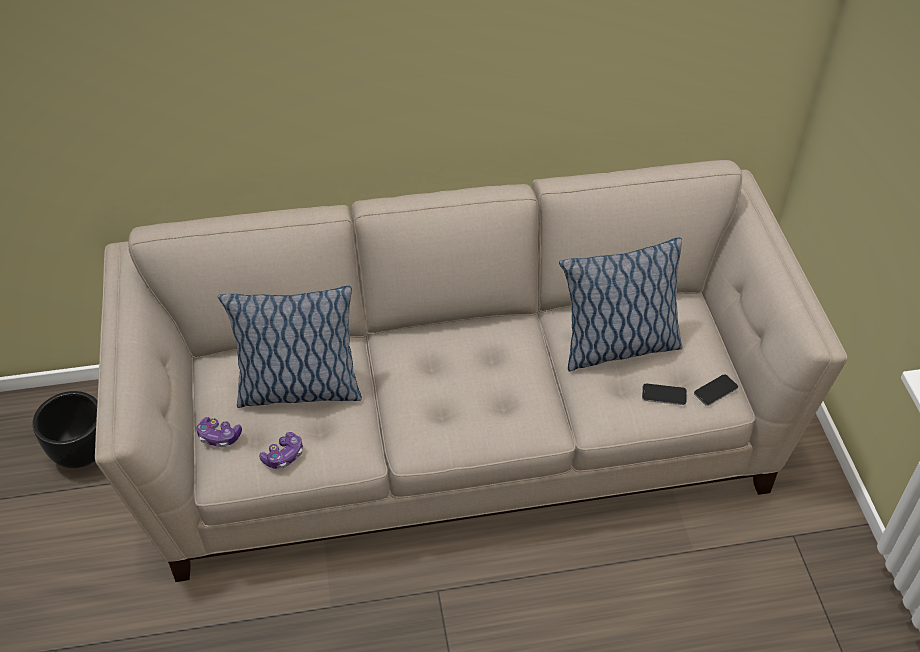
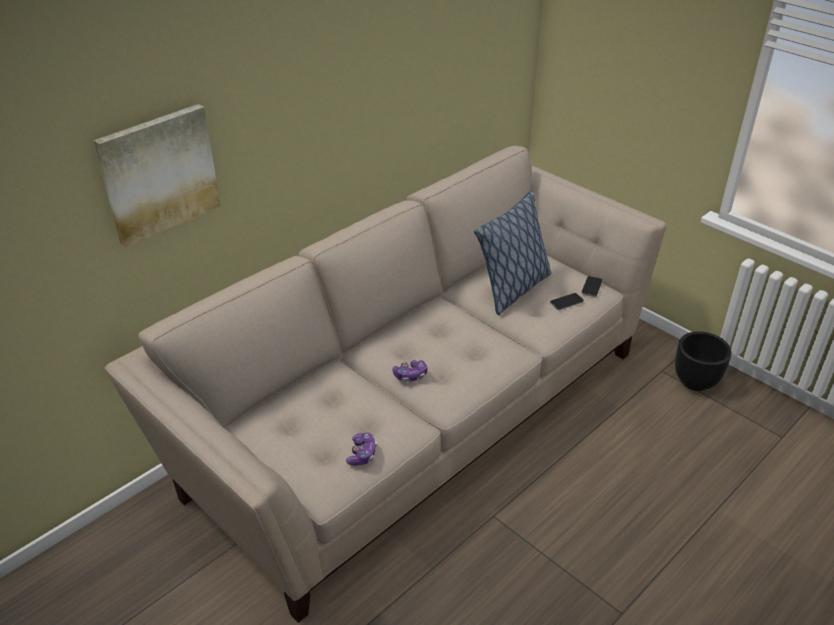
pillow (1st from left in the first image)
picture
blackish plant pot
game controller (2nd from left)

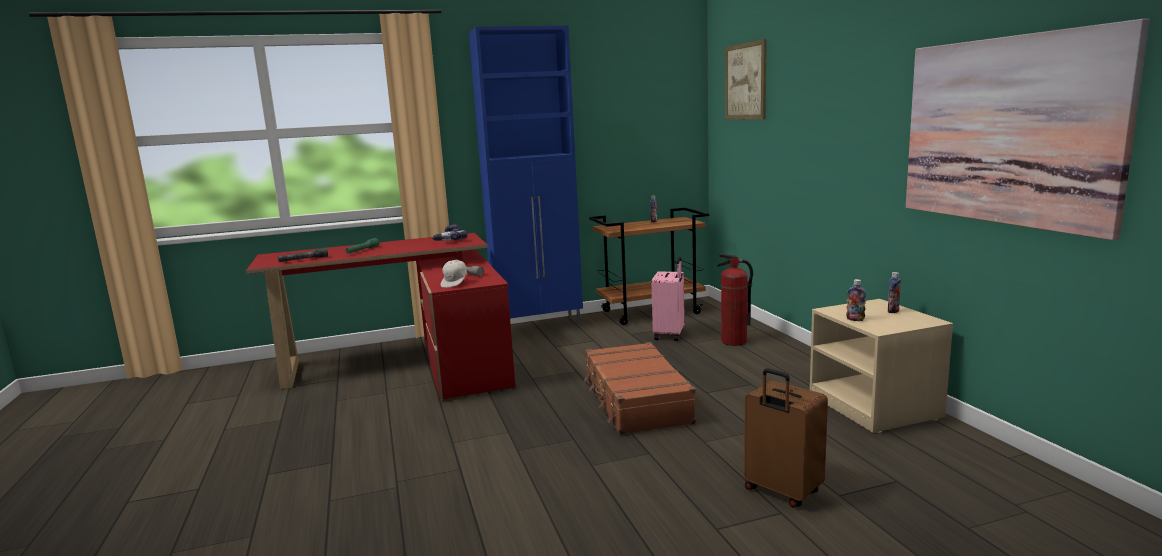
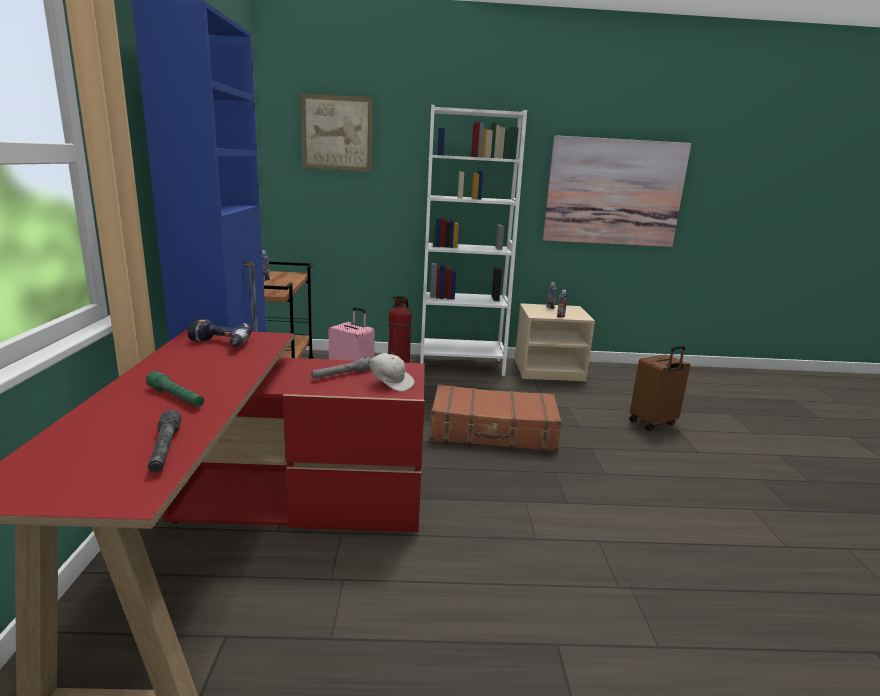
whitish bookshelf

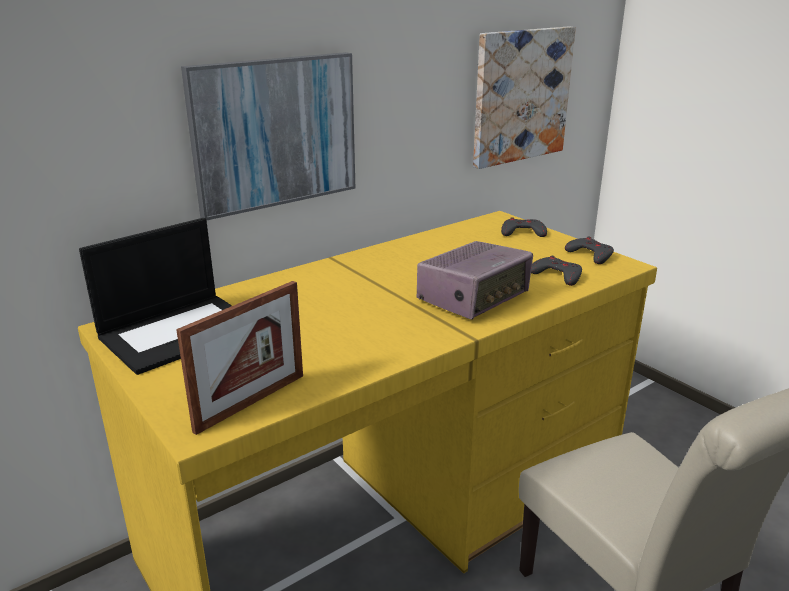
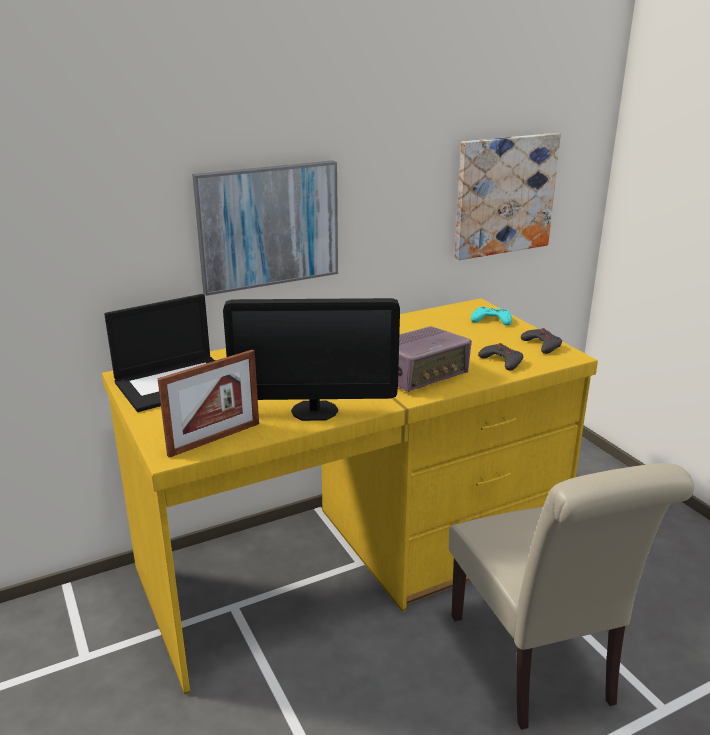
monitor
blue-green game controller

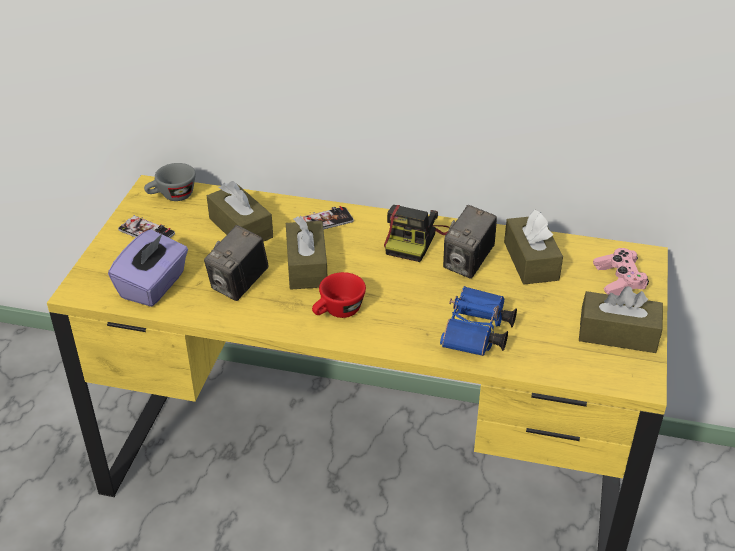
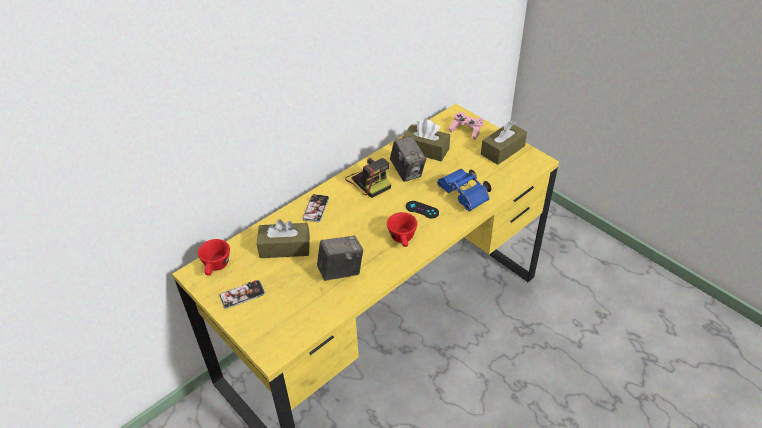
purple tissue holder
brownish tissue holder (2nd from left in the first image)
blackish game controller
red small cup (1st from left)
photo camera (1st from left)

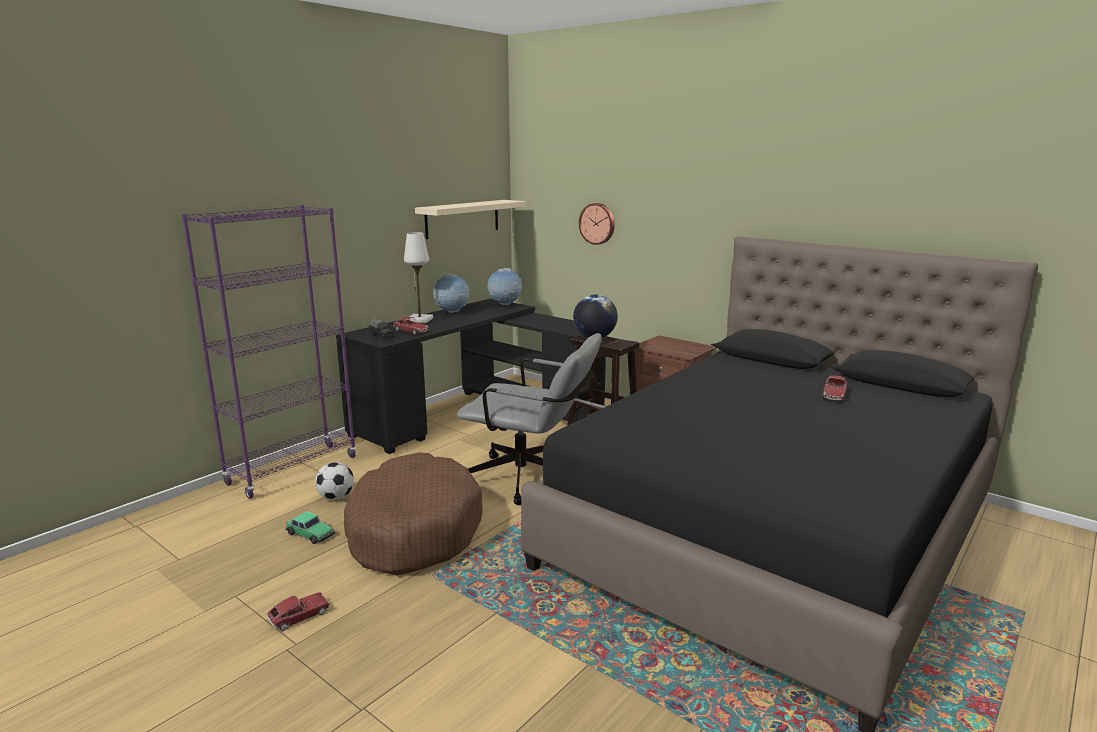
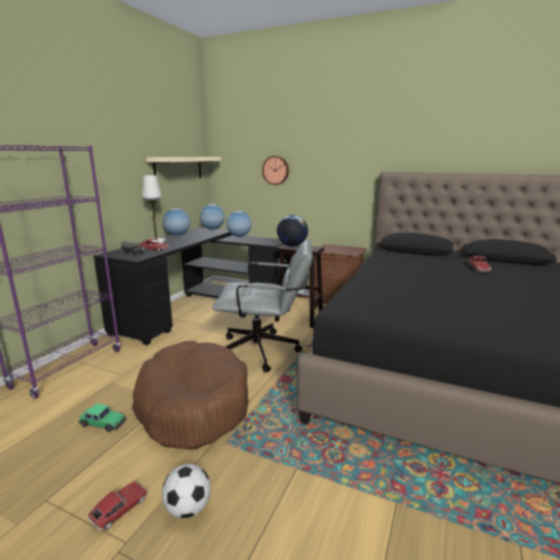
desk globe (3rd from left)
football

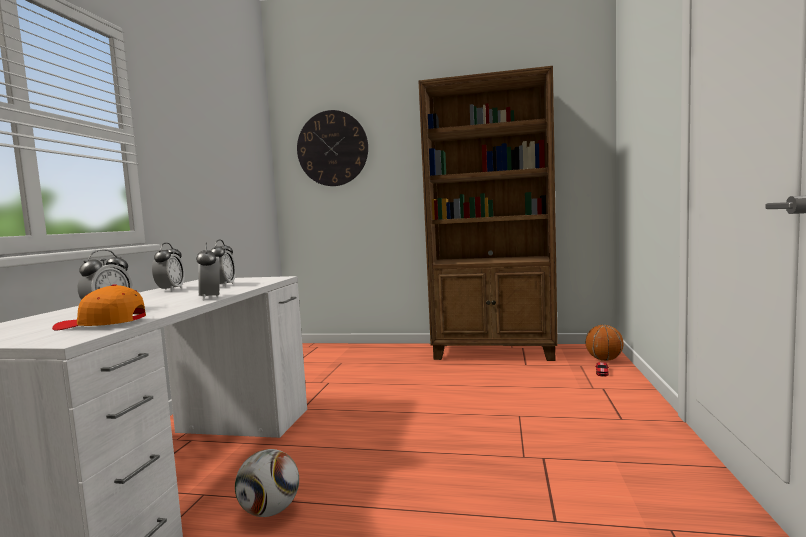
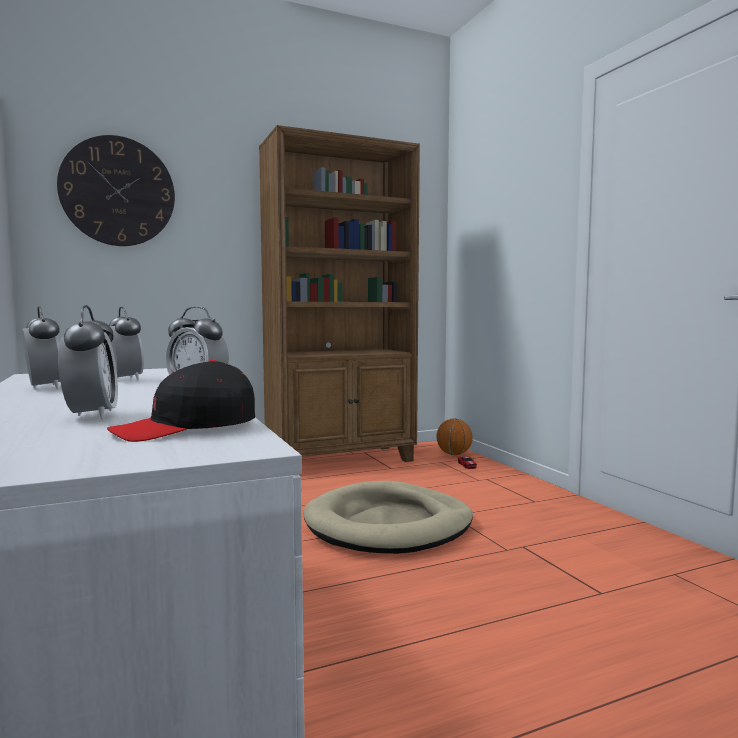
football
sand-coloured dog bed
blackish cap

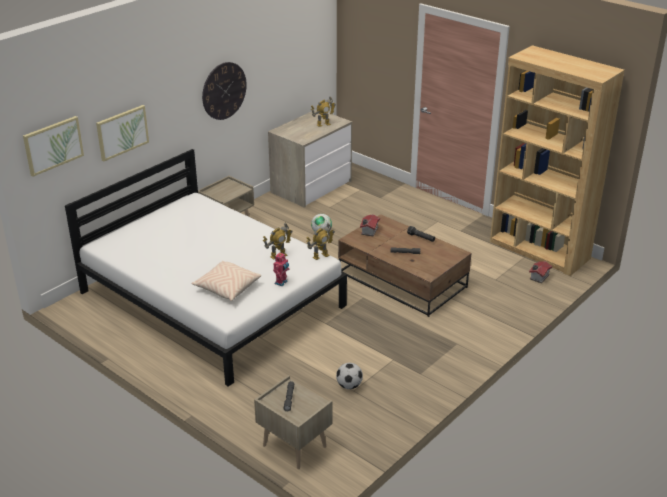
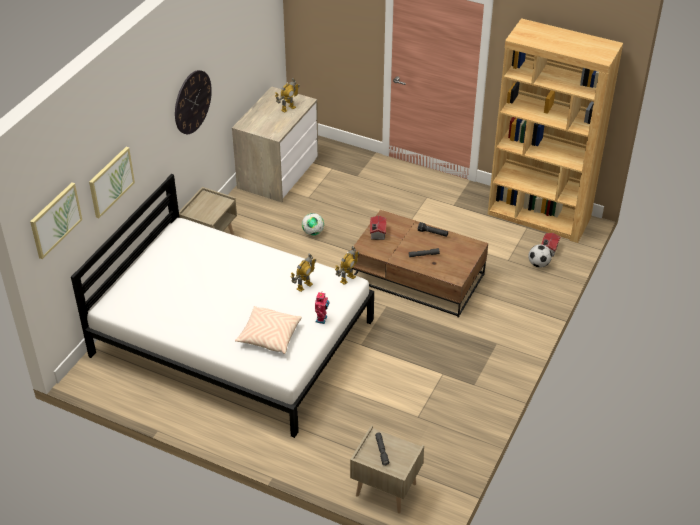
football (2nd from left)

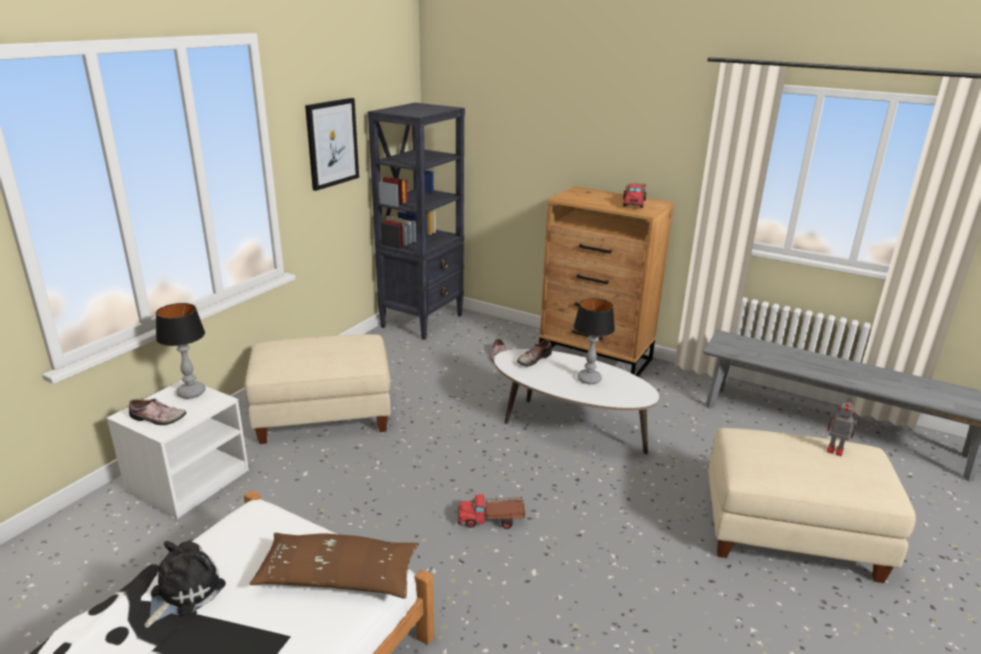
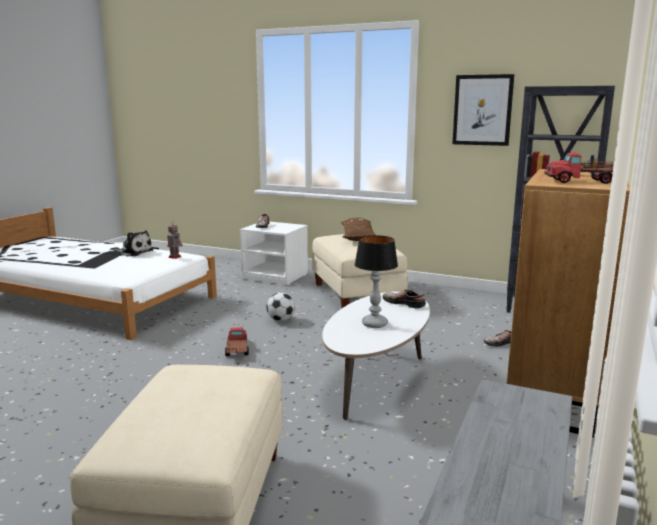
table lamp (1st from left in the first image)
football
brownish pillow
model robot

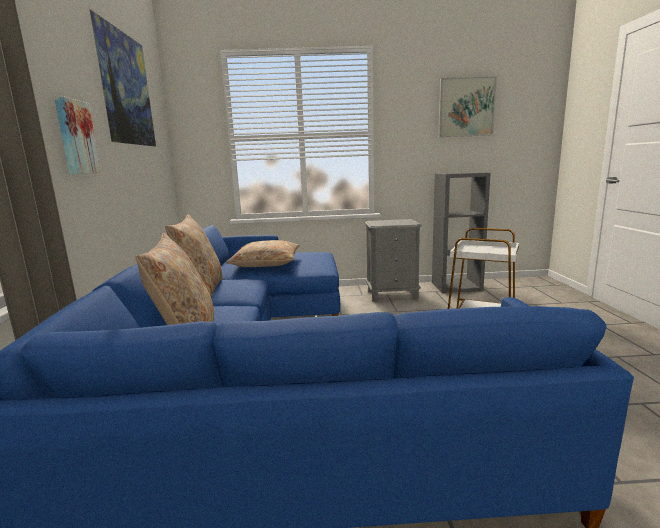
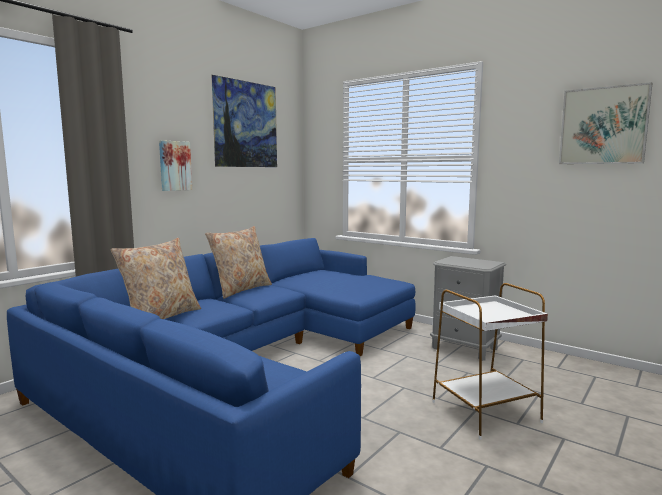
sand-coloured pillow (3rd from left in the first image)
grey bookshelf

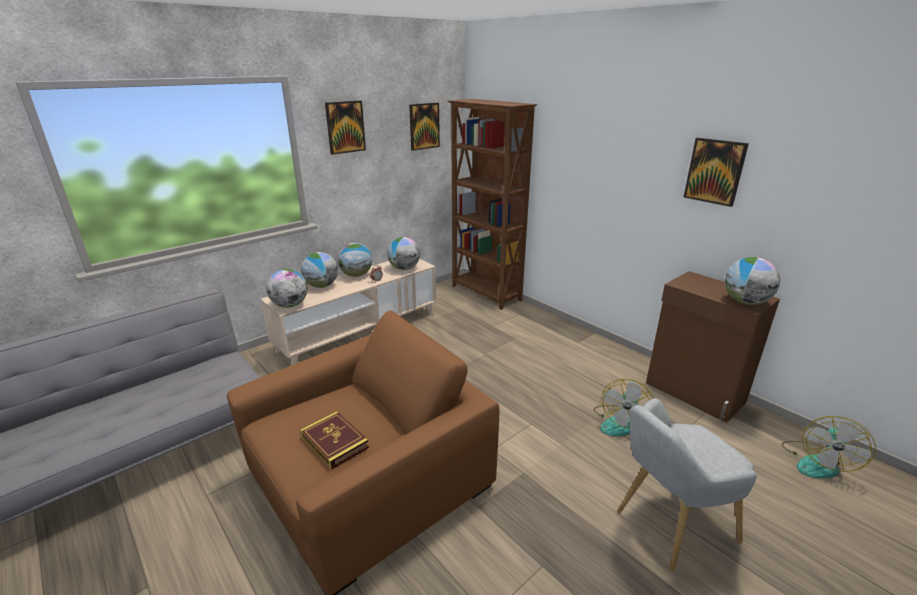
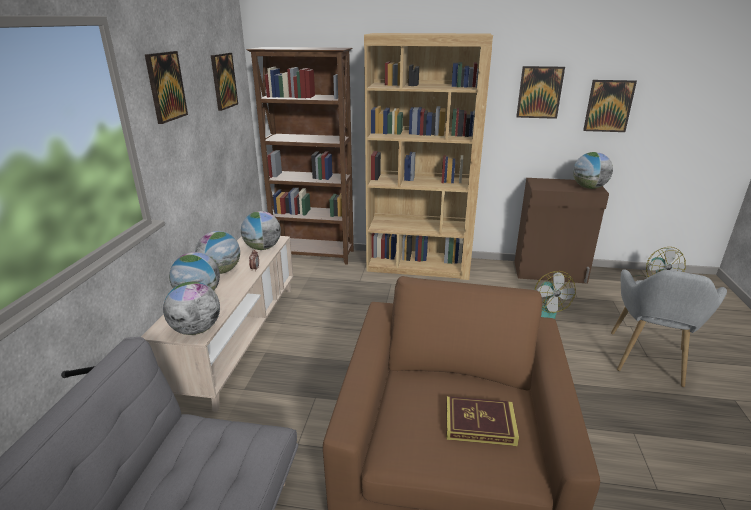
brownish bookshelf (2nd from left)
picture (4th from left)

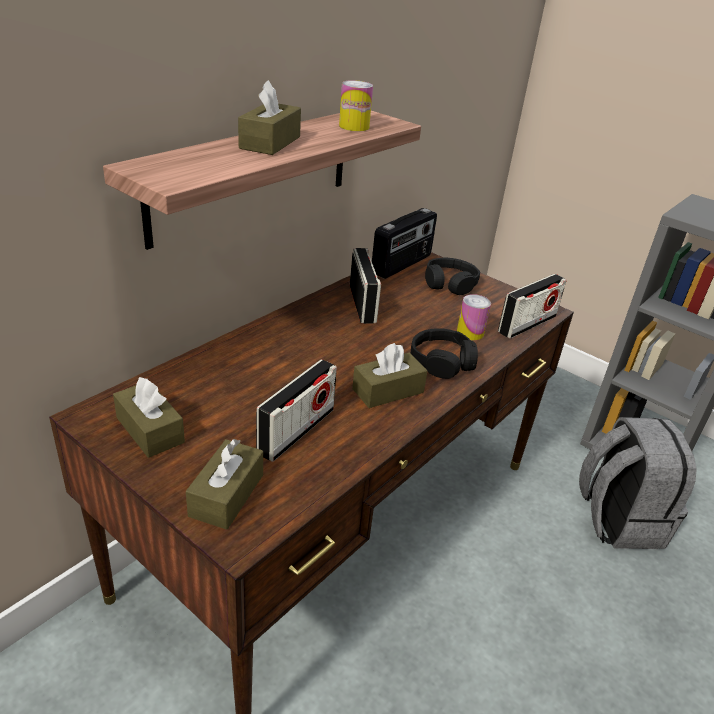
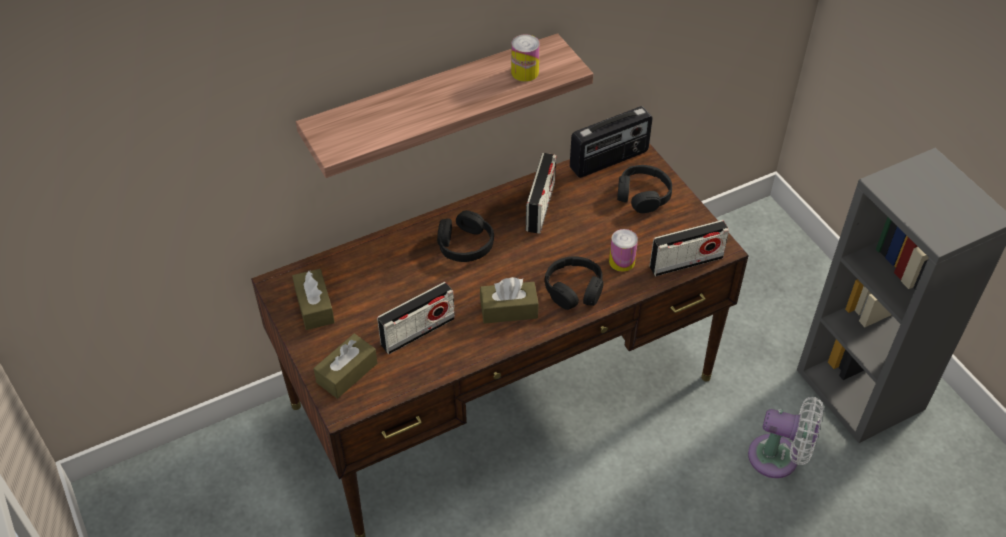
brownish tissue holder (3rd from left in the first image)
blackish headphones (1st from left)
whitish cooling fan

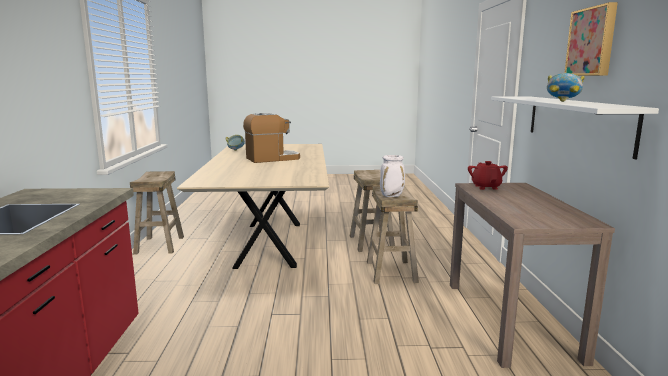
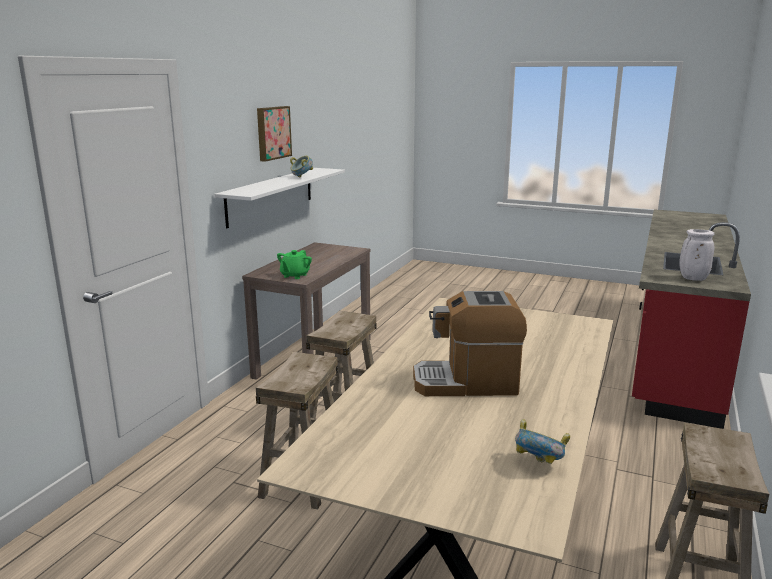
whitish vase
greenish teapot

